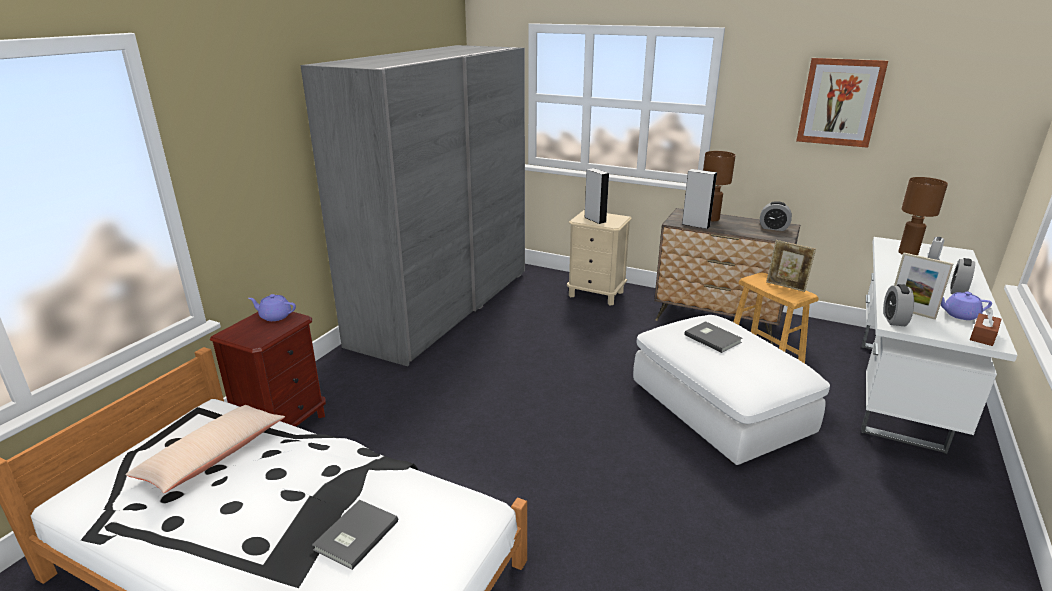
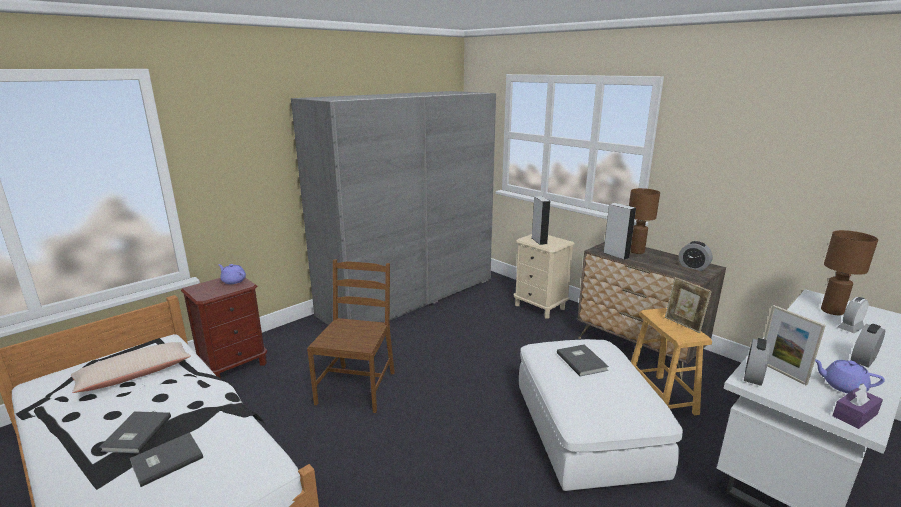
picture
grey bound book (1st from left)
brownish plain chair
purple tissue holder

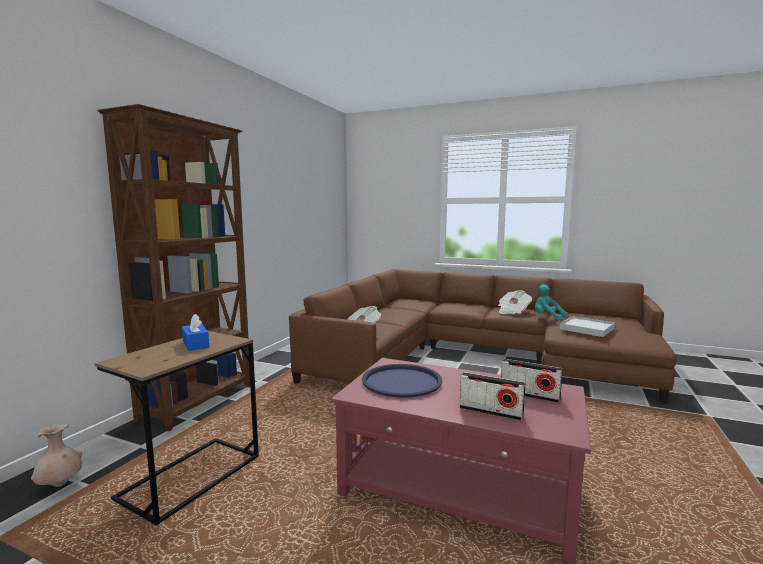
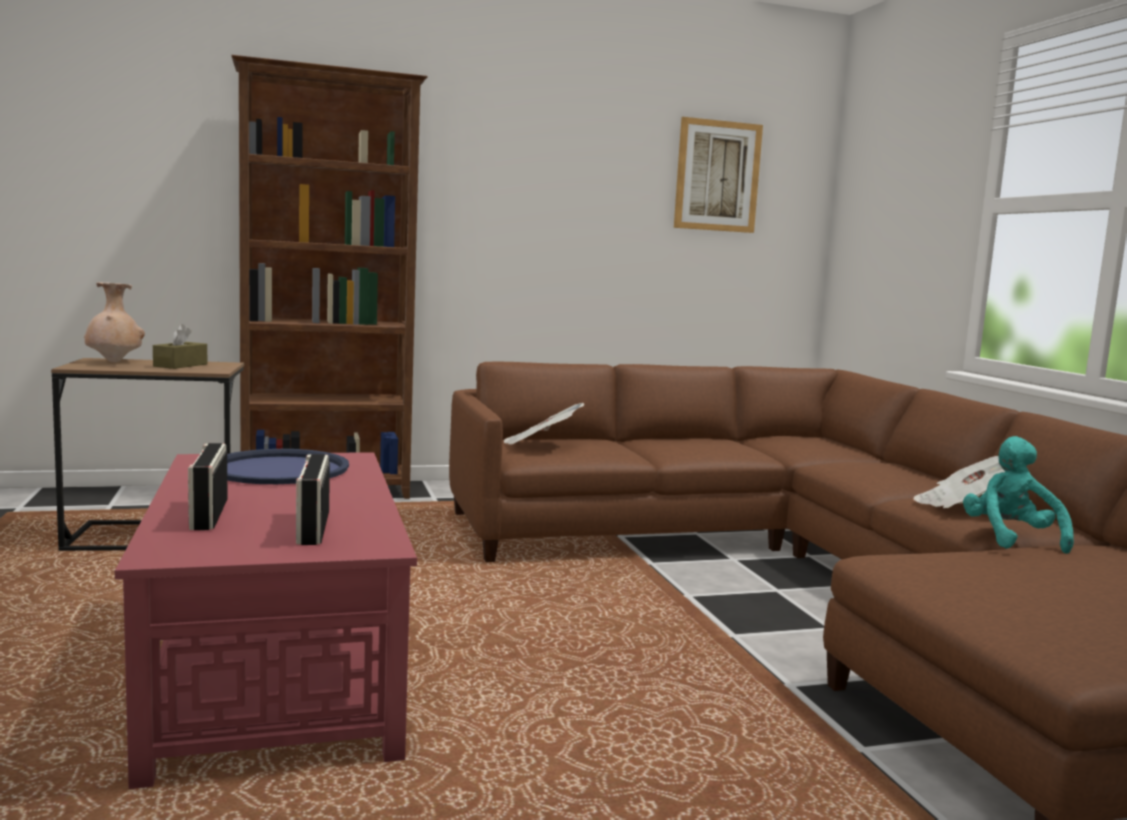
whitish carrying tray
picture
sand-coloured vase
brownish tissue holder

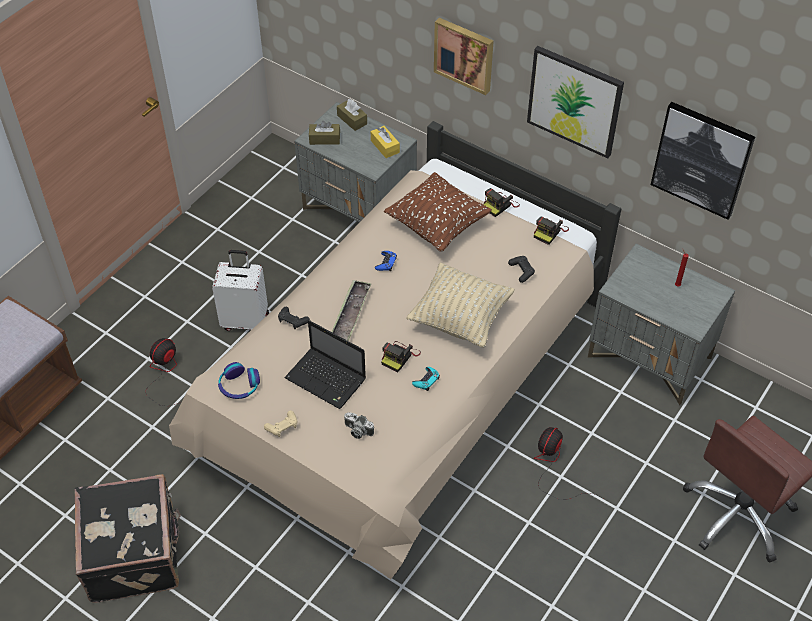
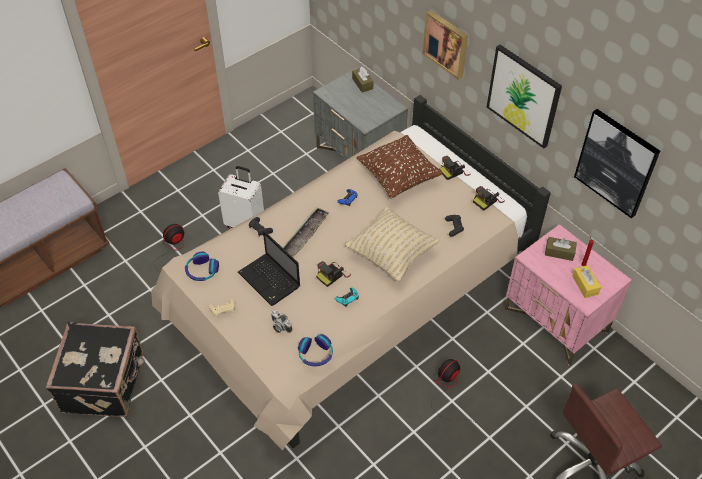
headphones (2nd from left)
brownish tissue holder (2nd from left)
yellowish tissue holder
pink bedside table

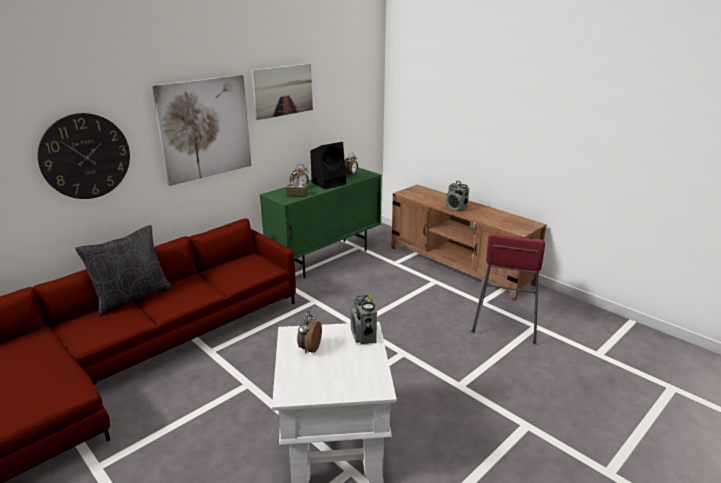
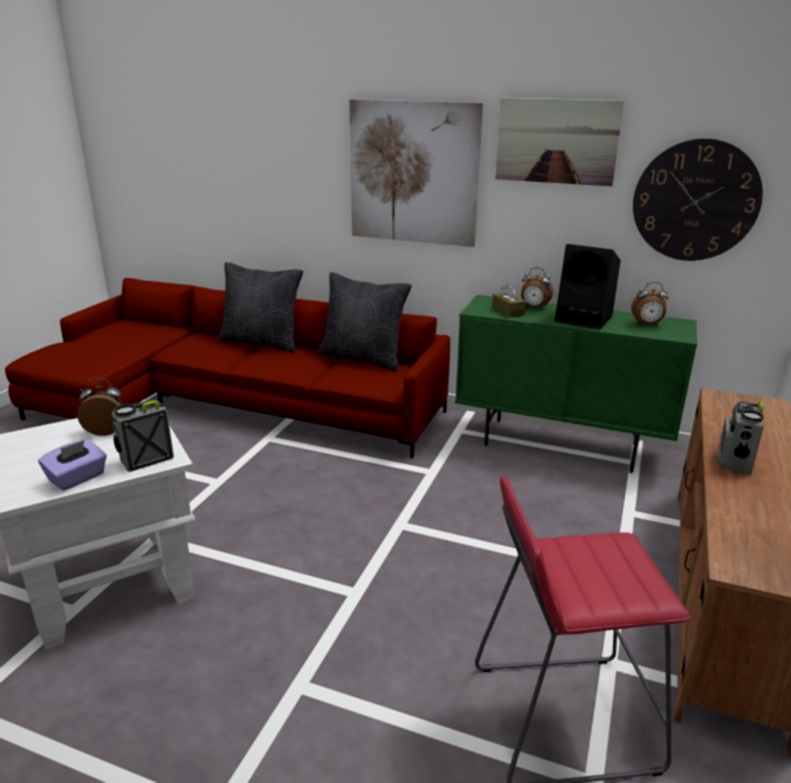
purple tissue holder
blackish pillow (2nd from left)
clock on the wall

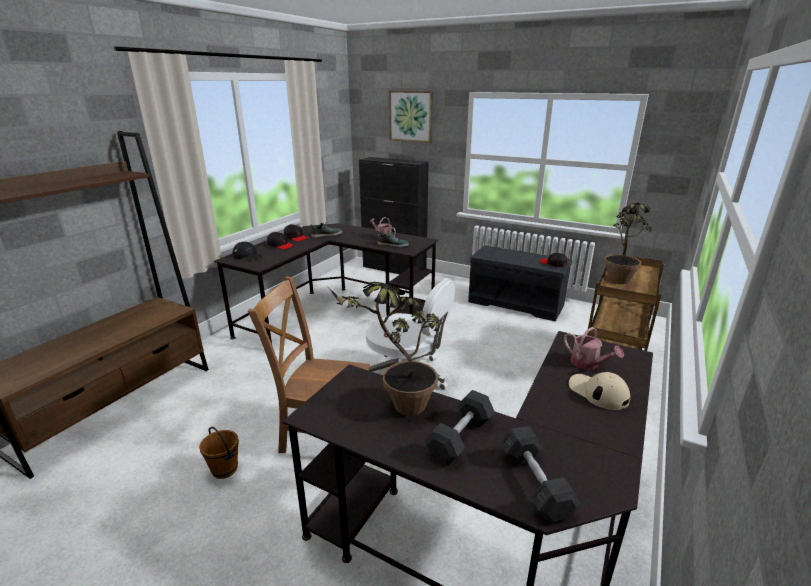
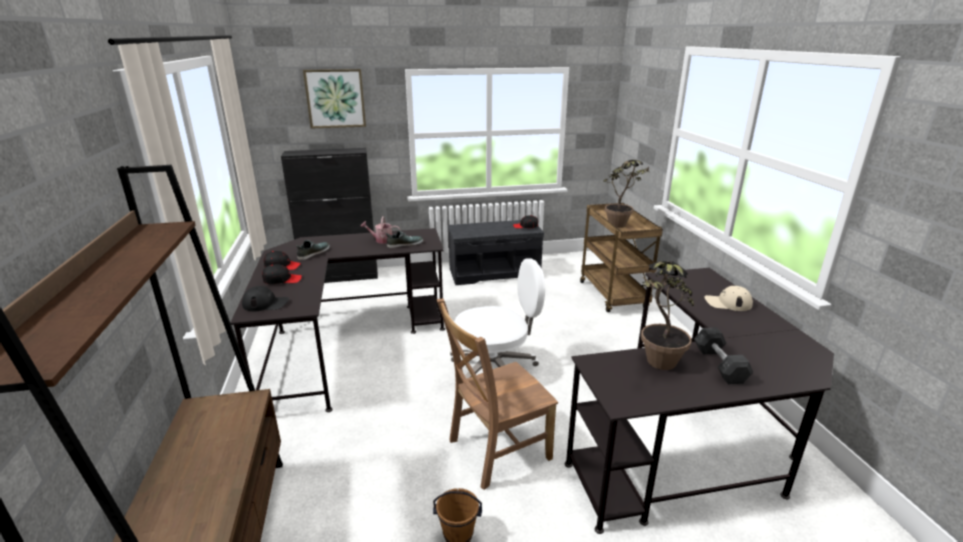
grey dumbbell (2nd from left in the first image)
sprinkling can (2nd from left in the first image)

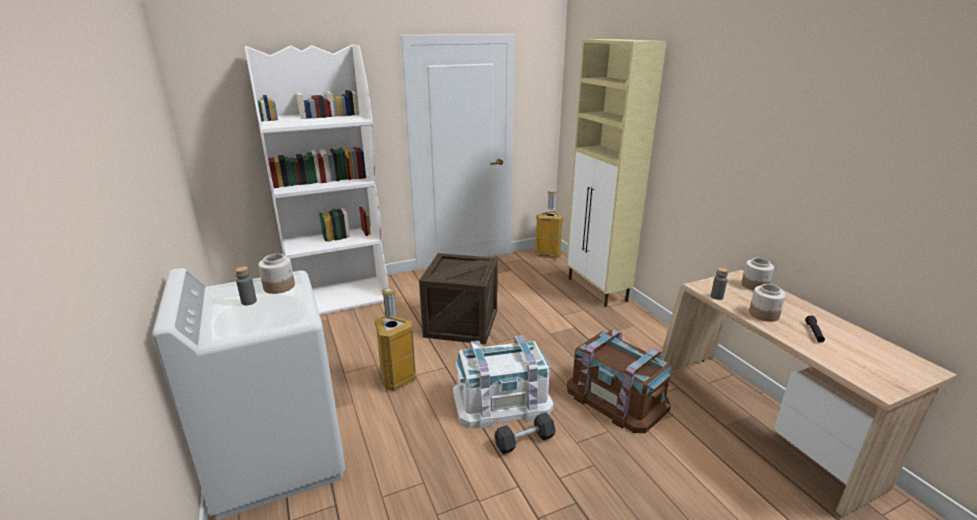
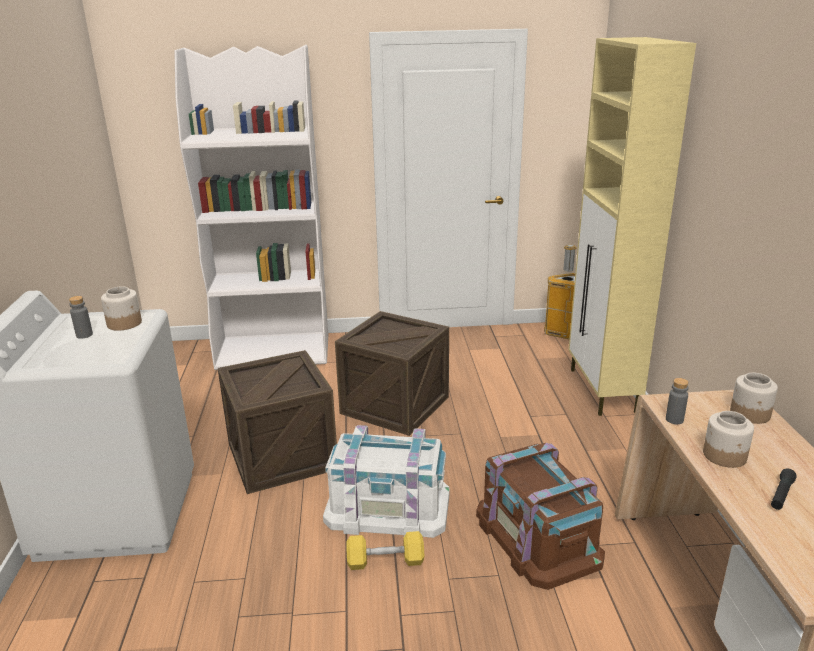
shipping crate (1st from left)
yellowish dumbbell

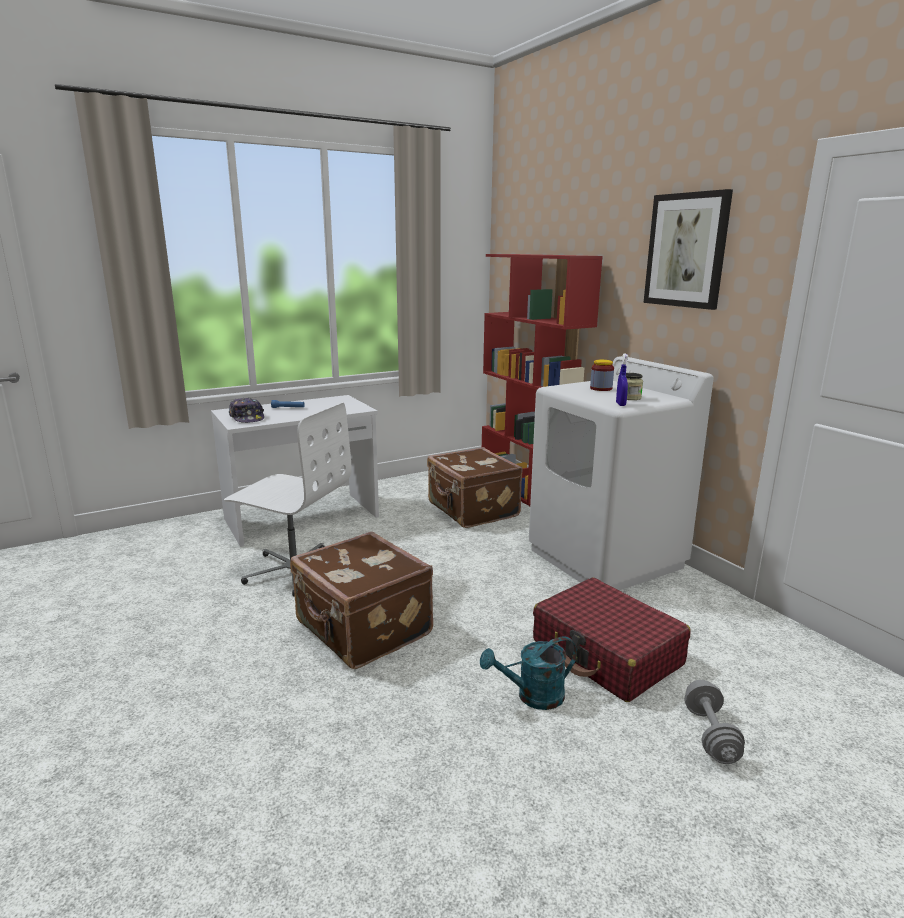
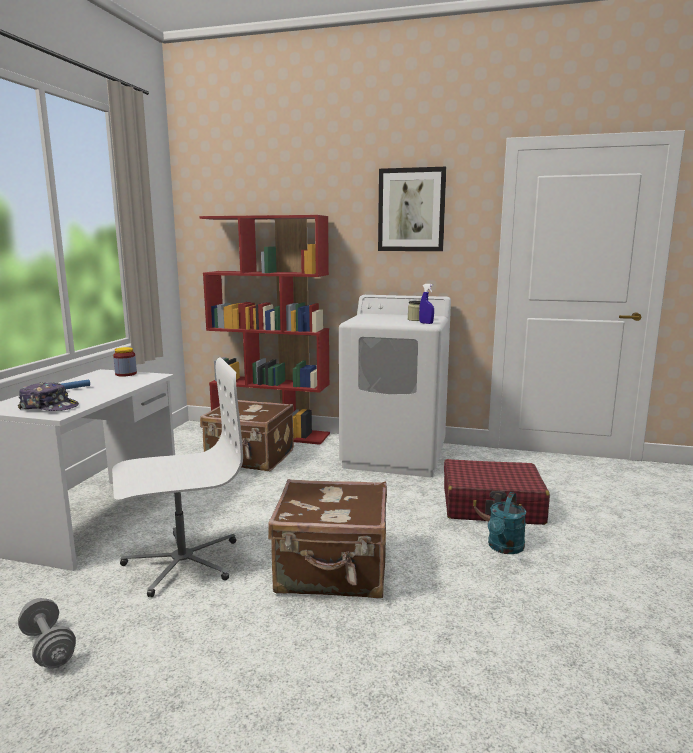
jar (1st from left)
grey dumbbell

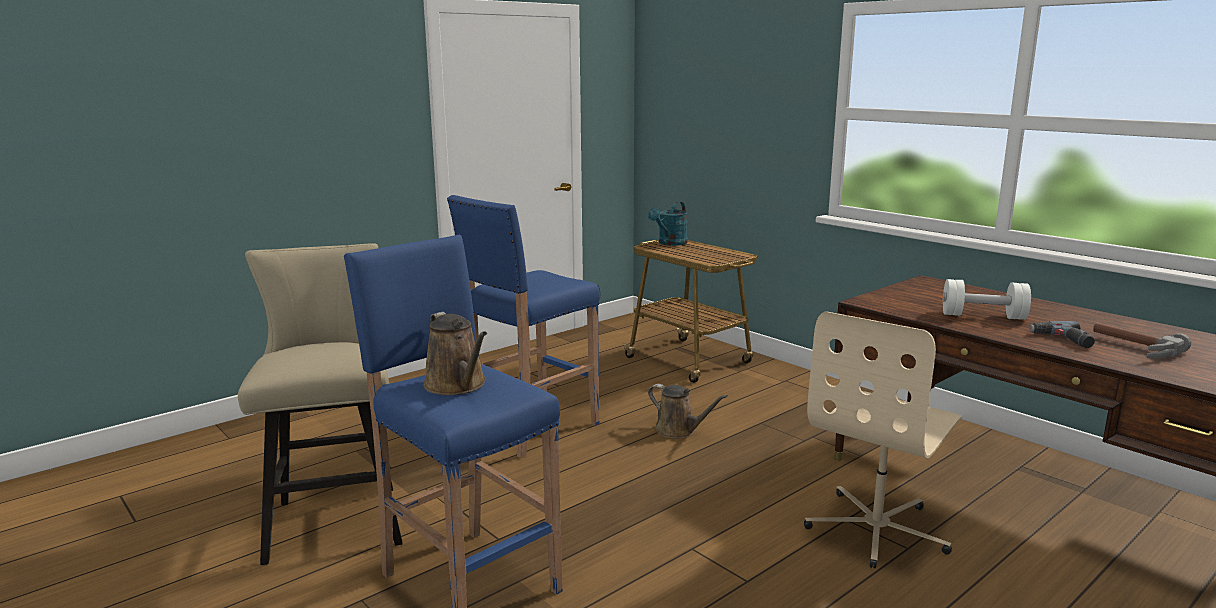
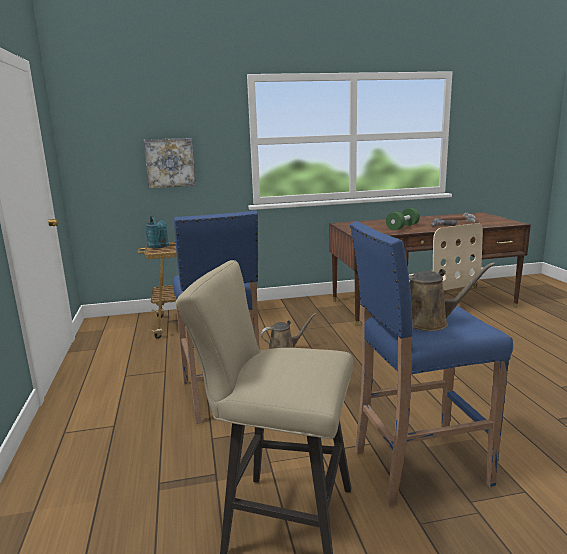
picture
greenish dumbbell

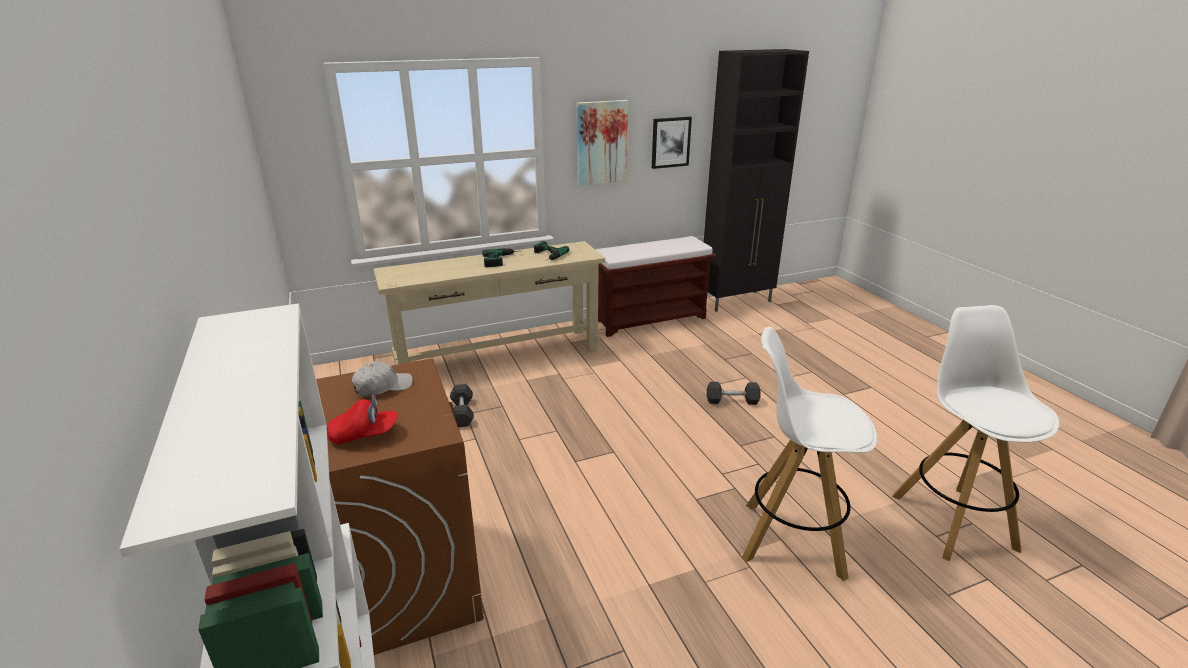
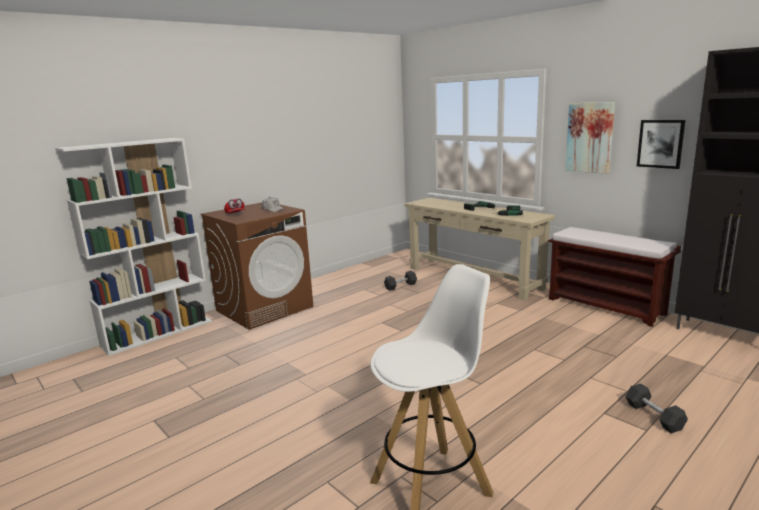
whitish stool (1st from left in the first image)
grey dumbbell (2nd from left)

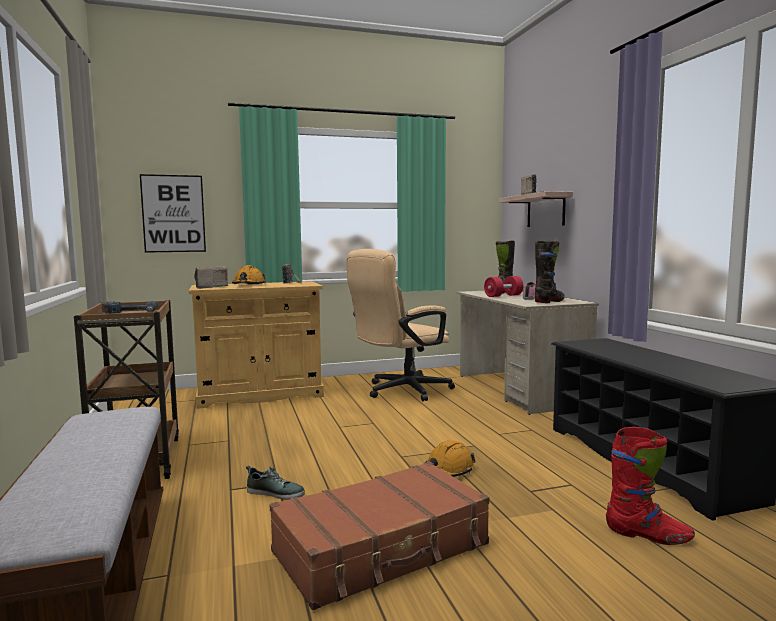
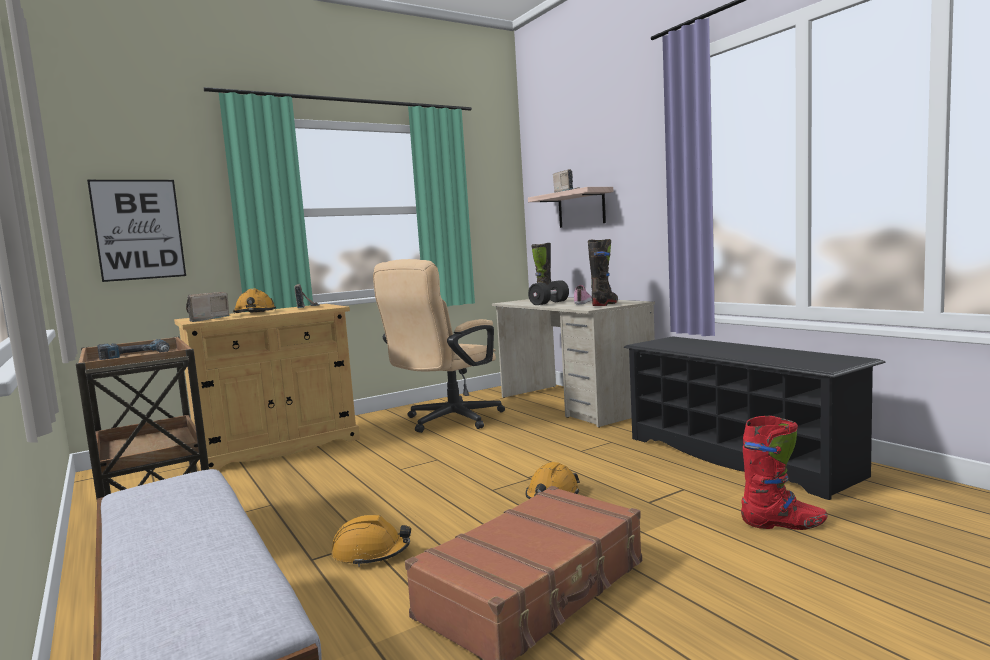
orange safety helmet (2nd from left)
blackish dumbbell

